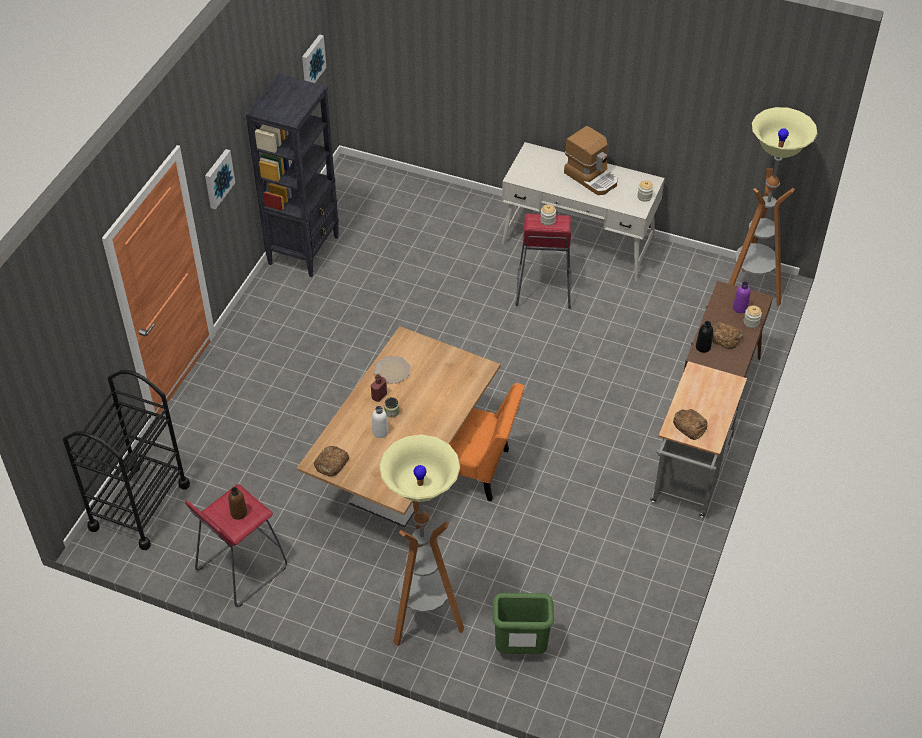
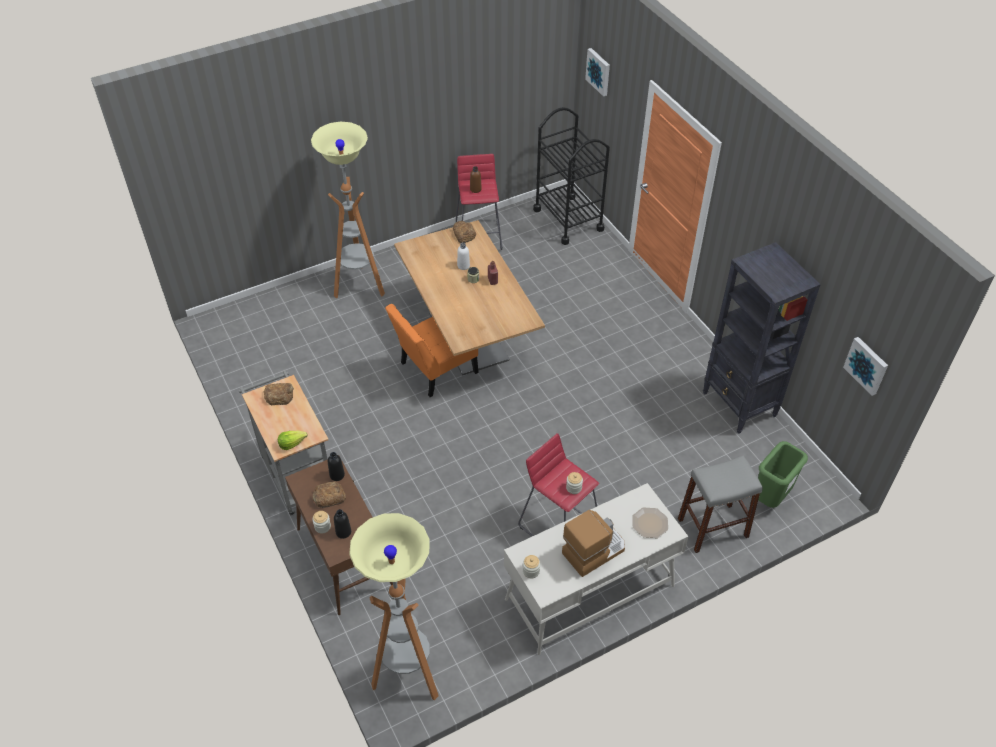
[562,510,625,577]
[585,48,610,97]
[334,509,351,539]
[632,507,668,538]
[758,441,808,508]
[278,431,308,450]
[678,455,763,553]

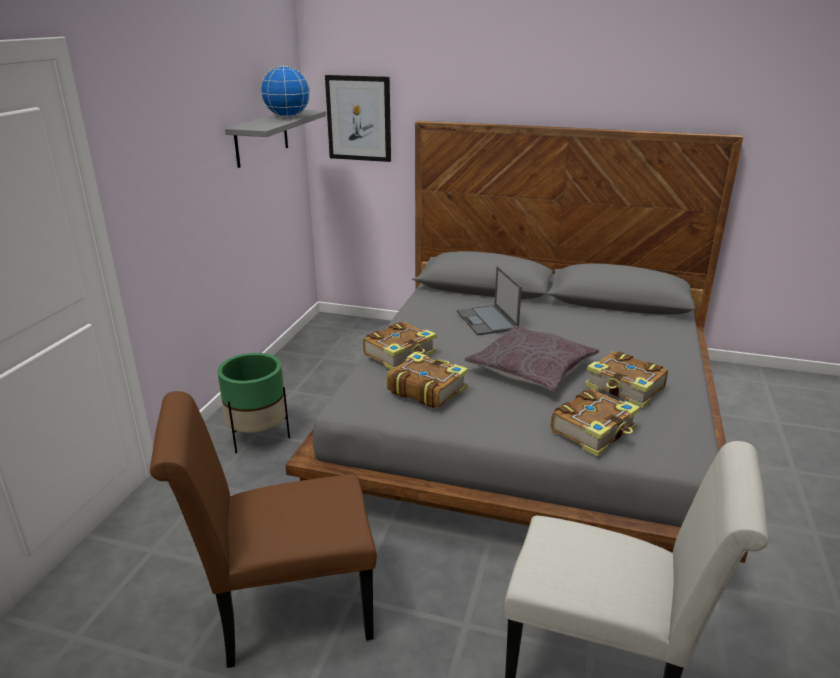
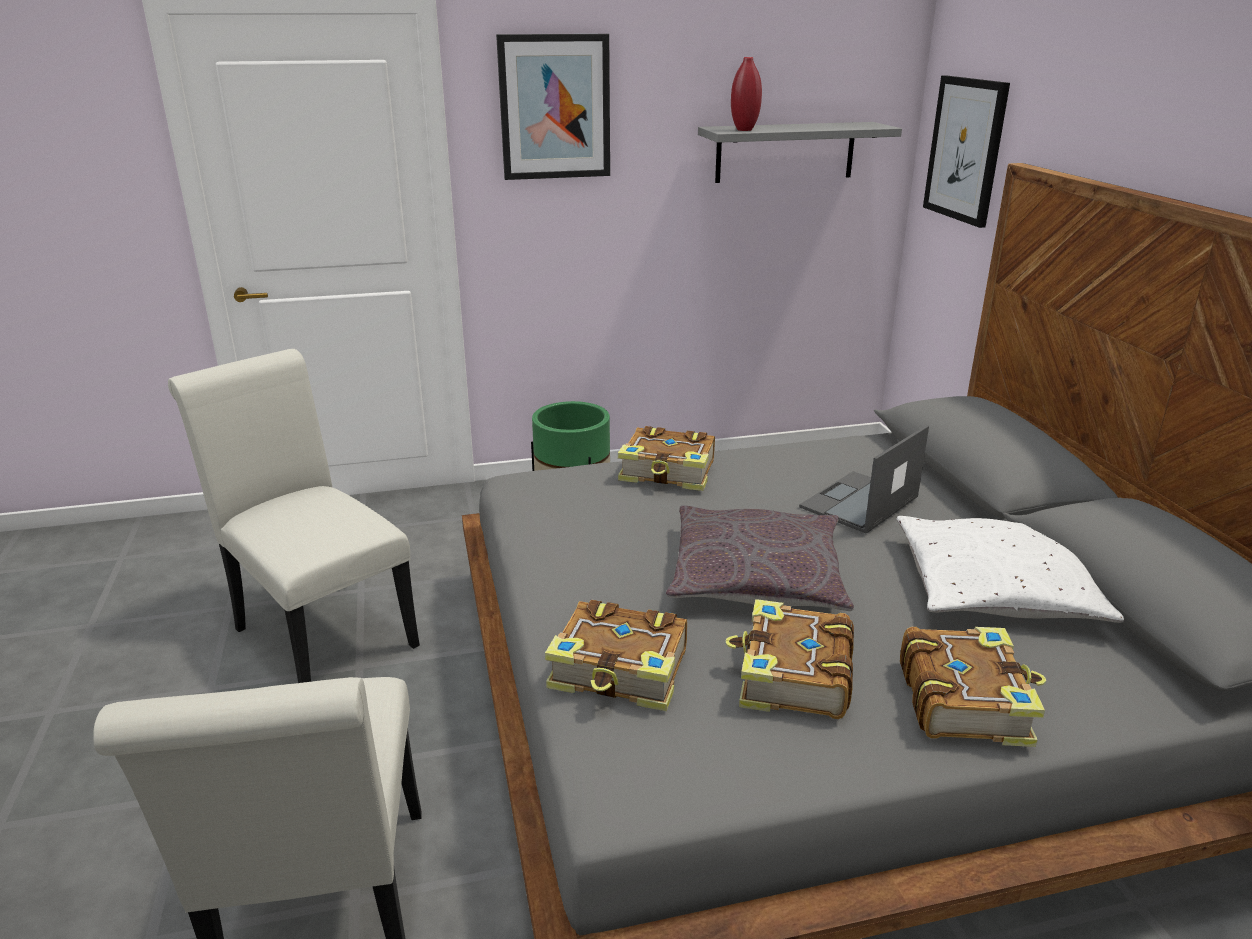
[261,66,310,117] (first image)
[900,627,1046,747]
[168,349,420,683]
[496,34,610,180]
[731,57,762,131]
[897,516,1124,623]

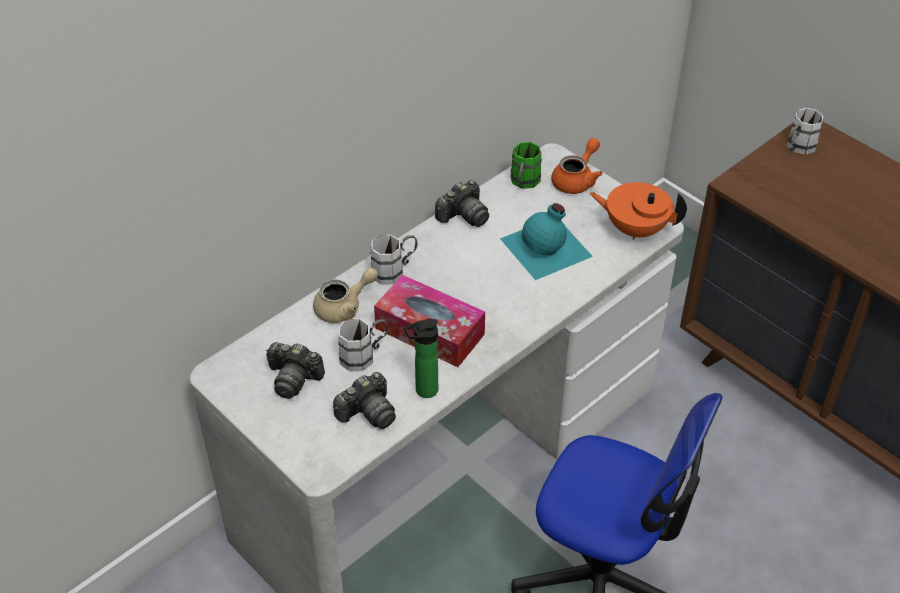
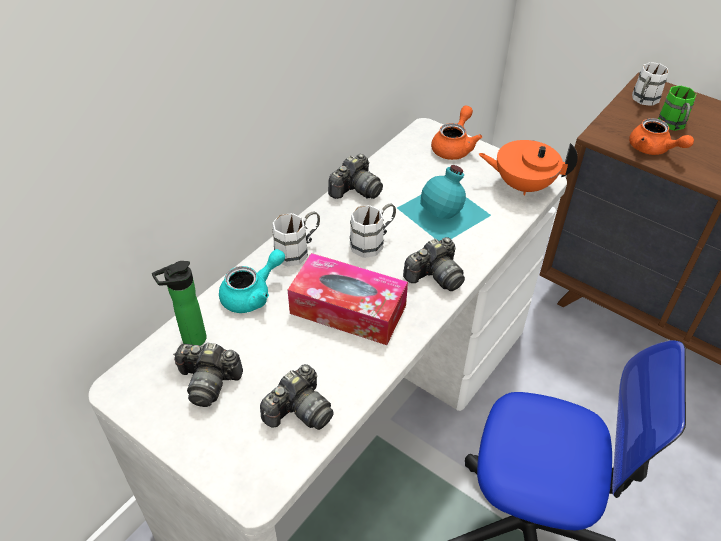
[658,85,697,131]
[219,249,285,313]
[152,261,207,346]
[350,203,396,258]
[629,118,694,155]
[403,237,465,291]

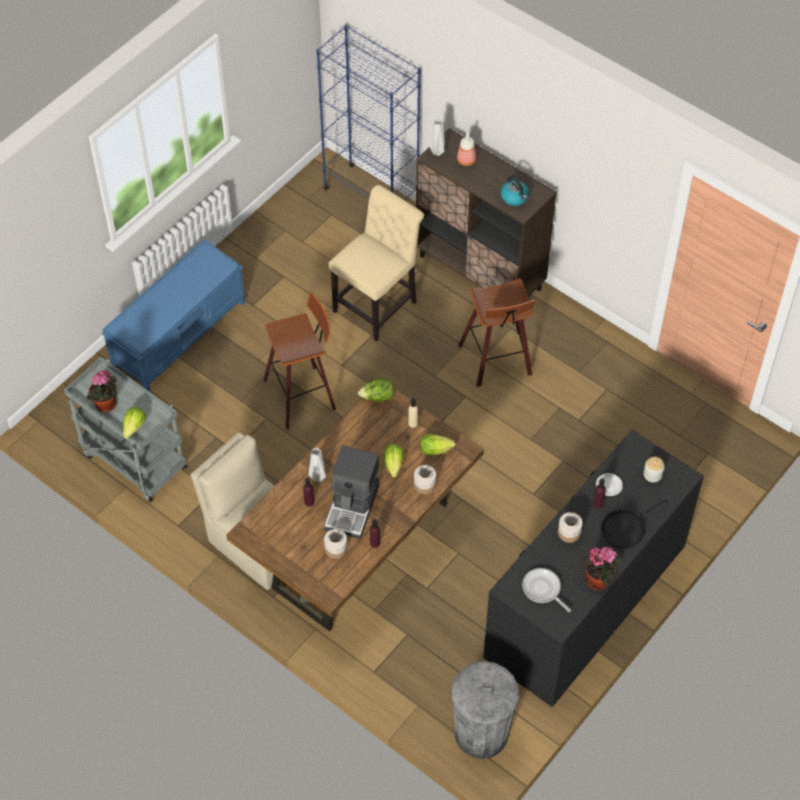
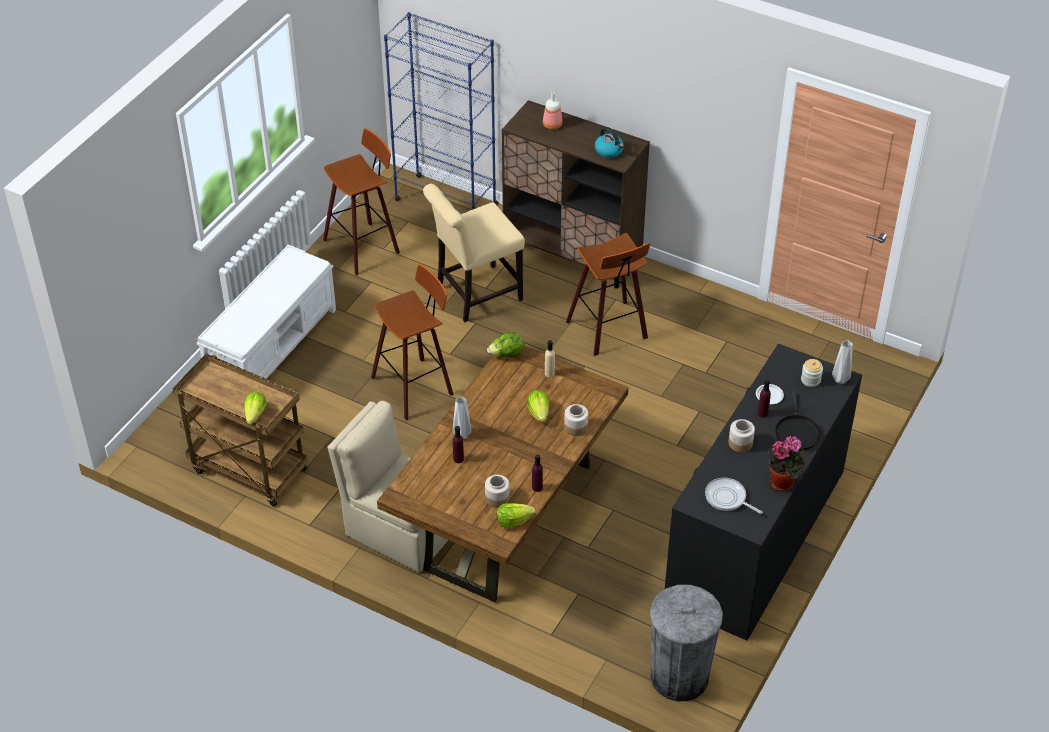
[832,340,853,384]
[423,184,525,322]
[197,245,336,379]
[173,354,308,507]
[86,370,117,412] (first image)
[497,503,536,528]
[324,445,379,539] (first image)
[775,391,821,450]
[323,128,400,276]

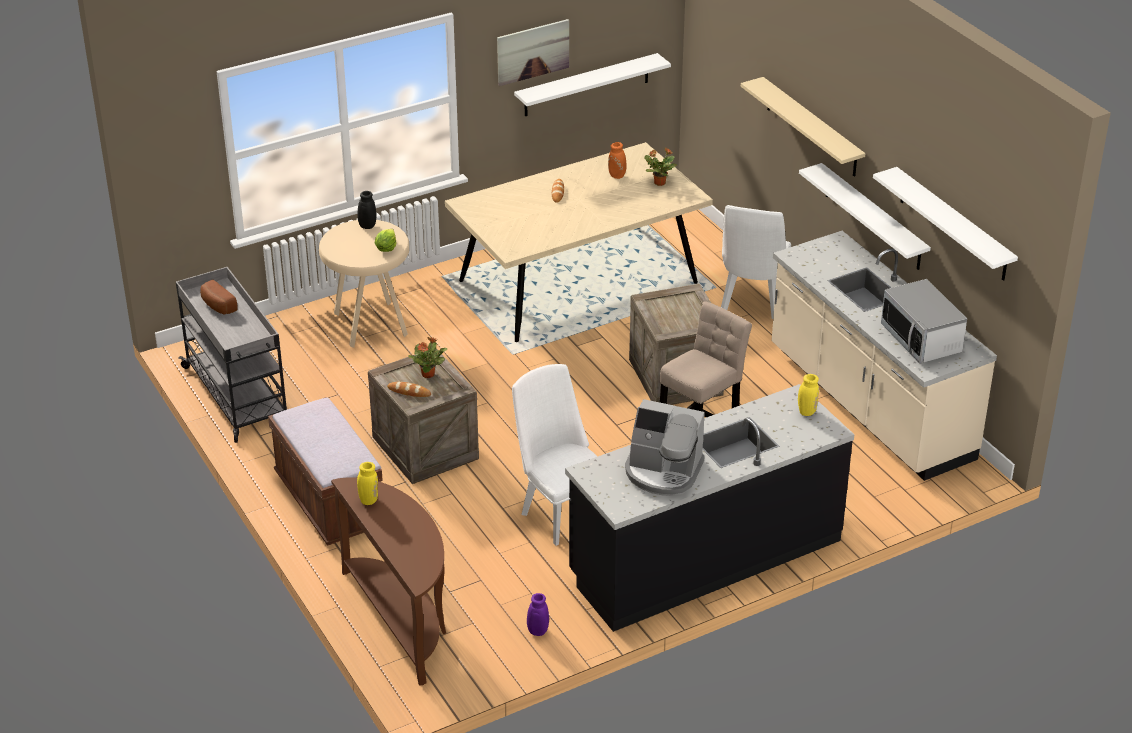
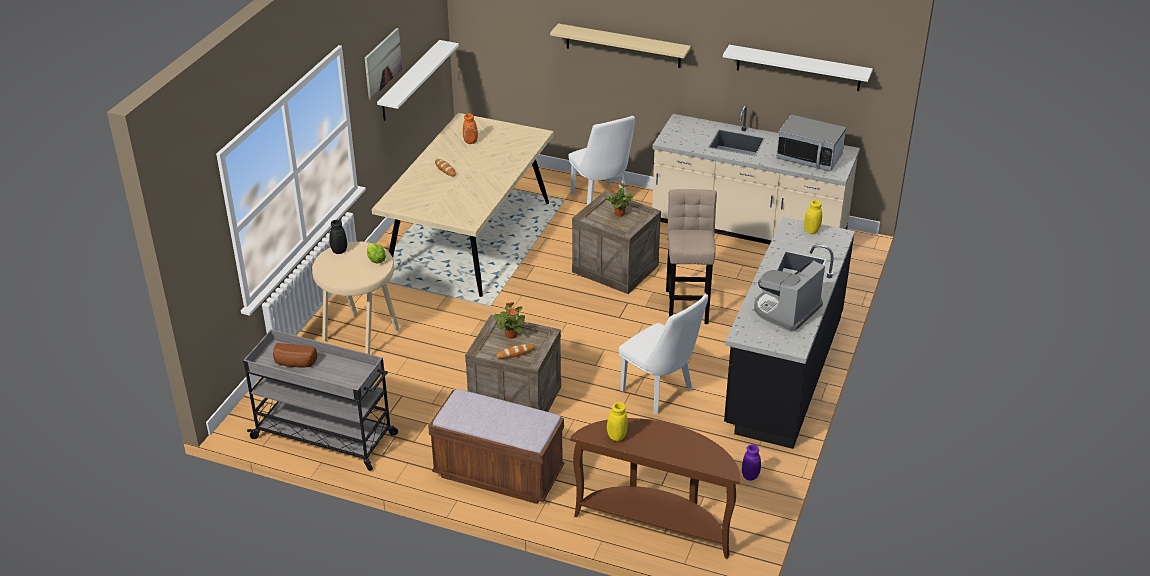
[604,183,635,217]
[799,163,931,270] (first image)
[619,294,708,414]
[754,260,825,332]

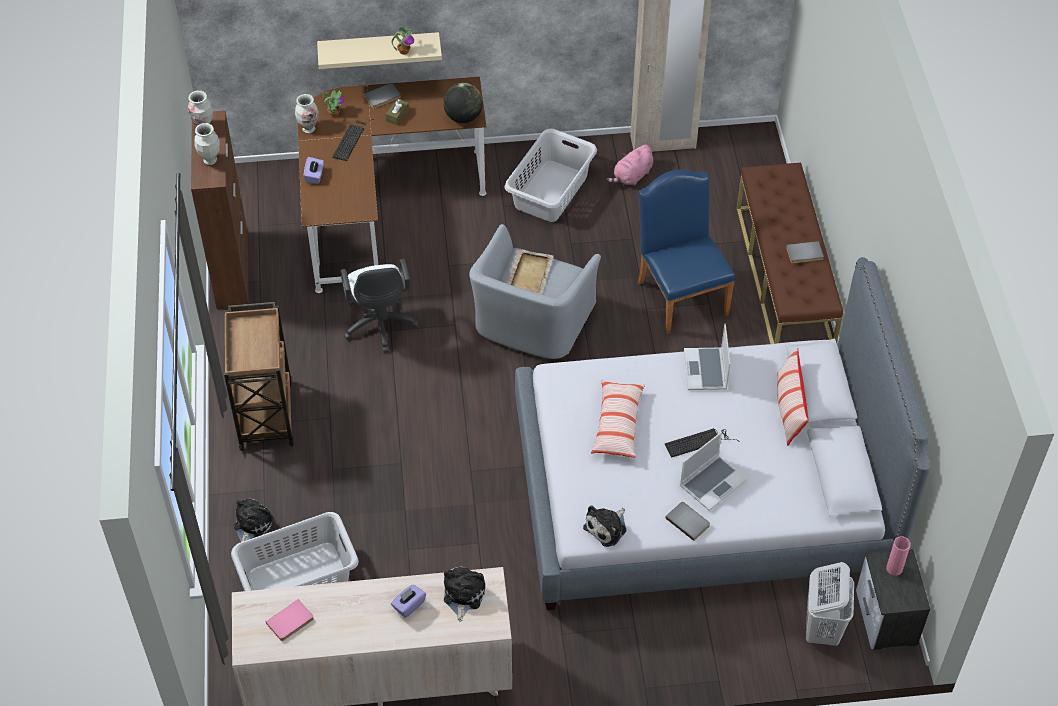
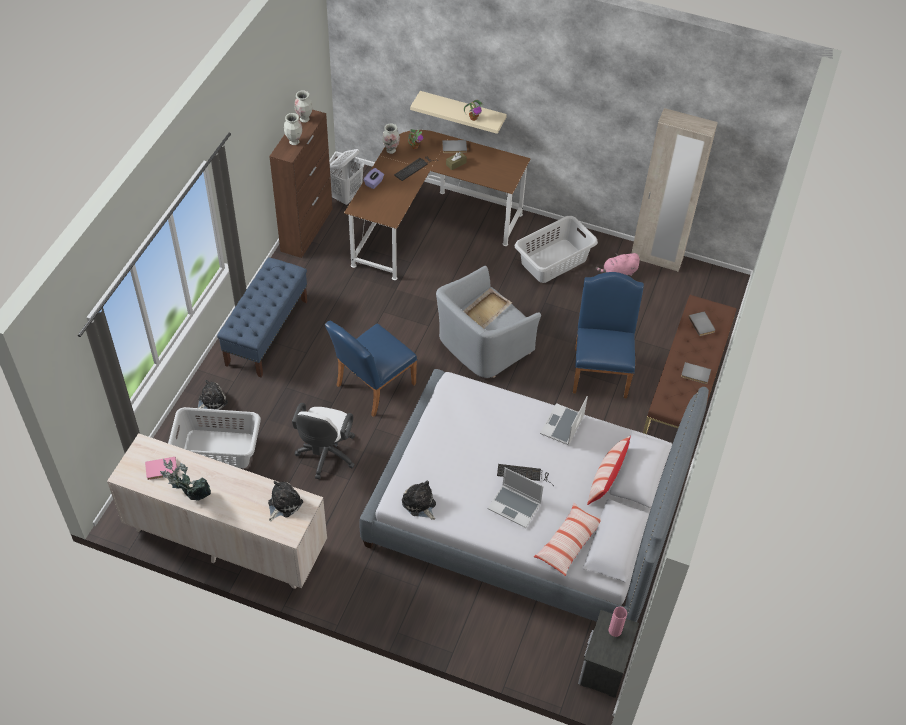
[443,83,483,123] (first image)
[292,403,355,479]
[217,258,308,377]
[534,503,601,576]
[487,467,543,528]
[688,312,715,336]
[402,481,436,520]
[330,149,364,205]
[391,584,426,618] (first image)
[325,321,417,417]
[160,459,211,501]

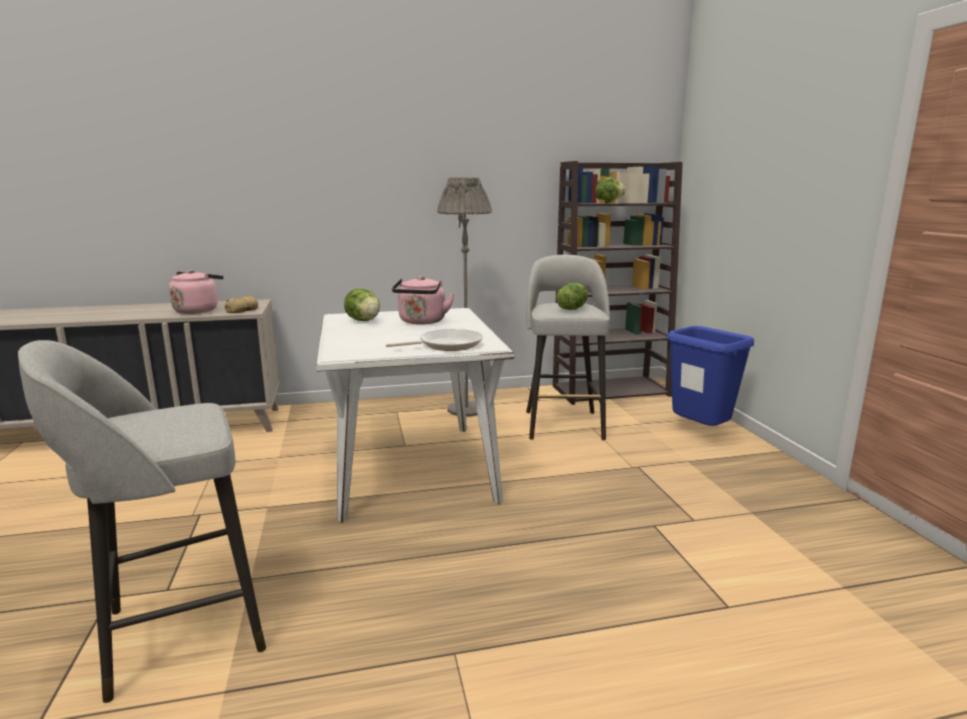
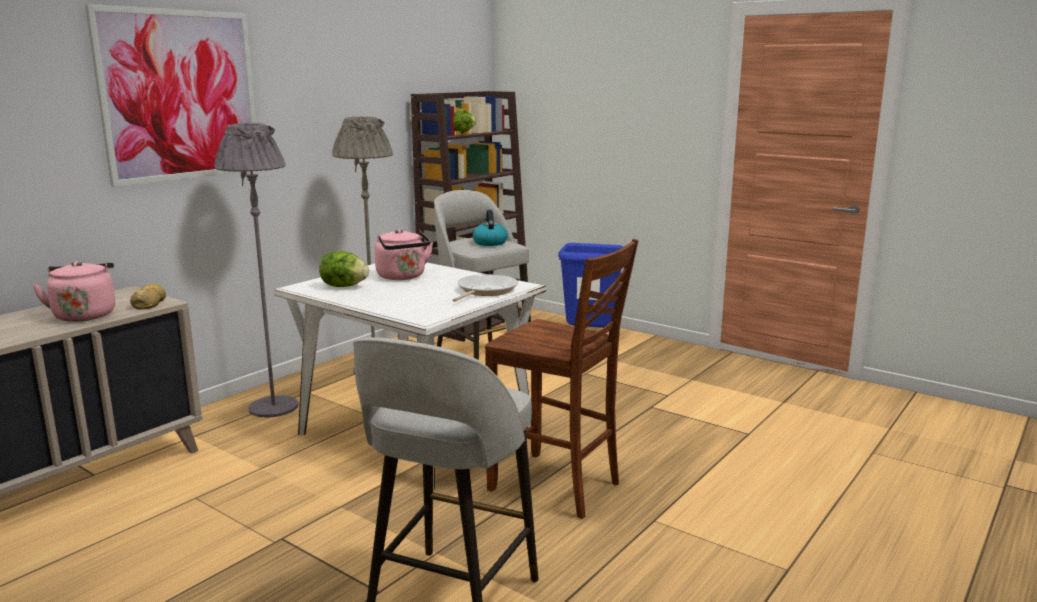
[473,210,508,246]
[85,4,256,187]
[214,123,298,418]
[485,239,639,519]

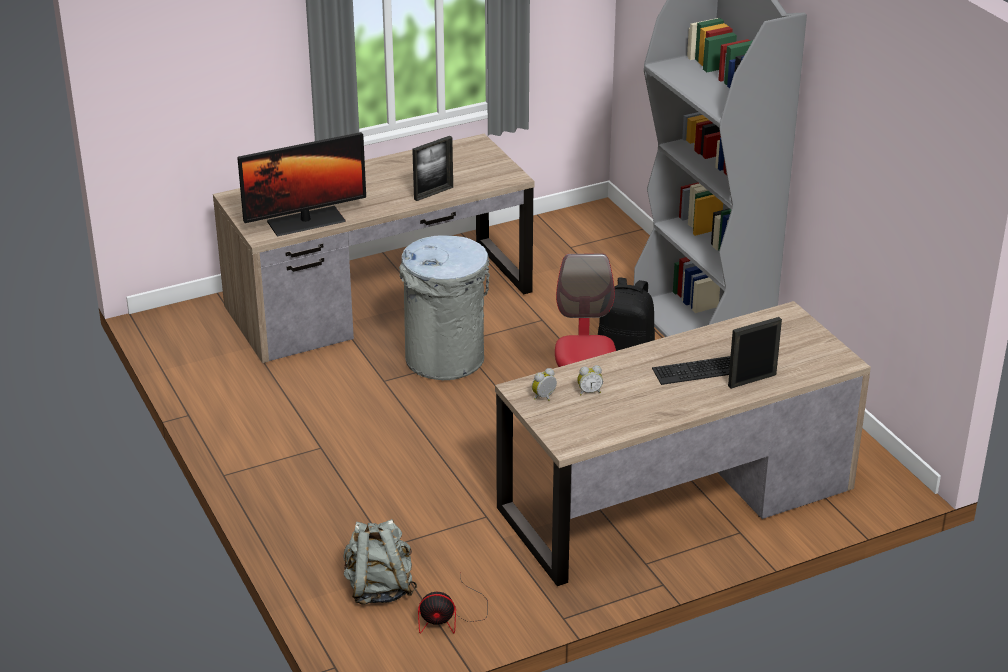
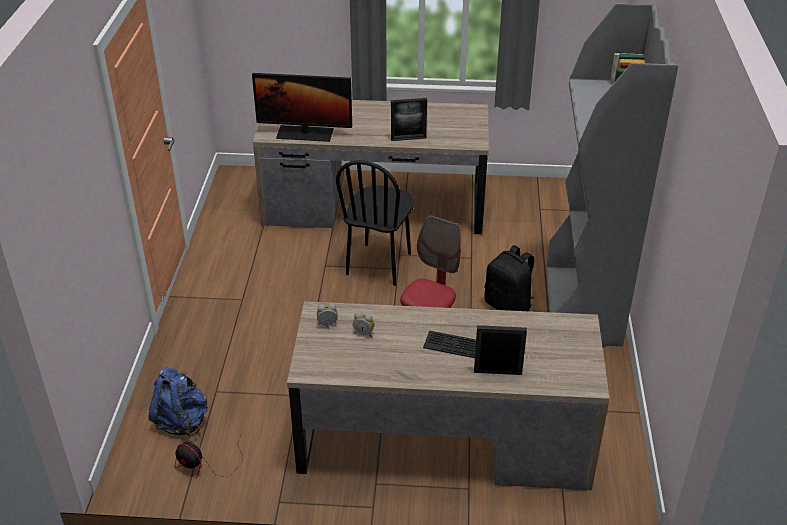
[336,160,415,286]
[149,368,208,436]

